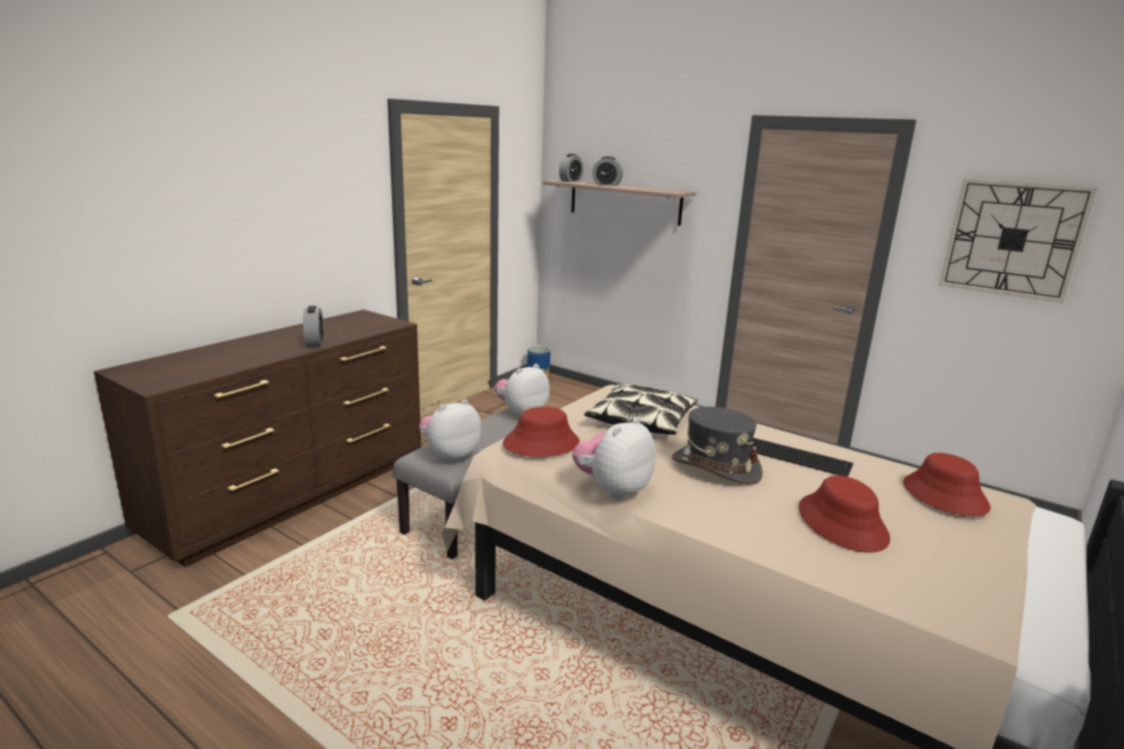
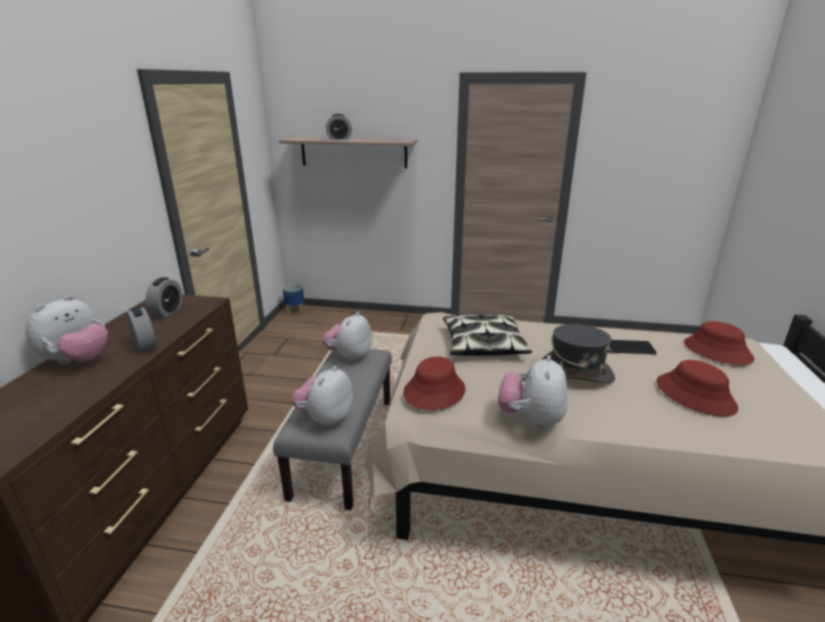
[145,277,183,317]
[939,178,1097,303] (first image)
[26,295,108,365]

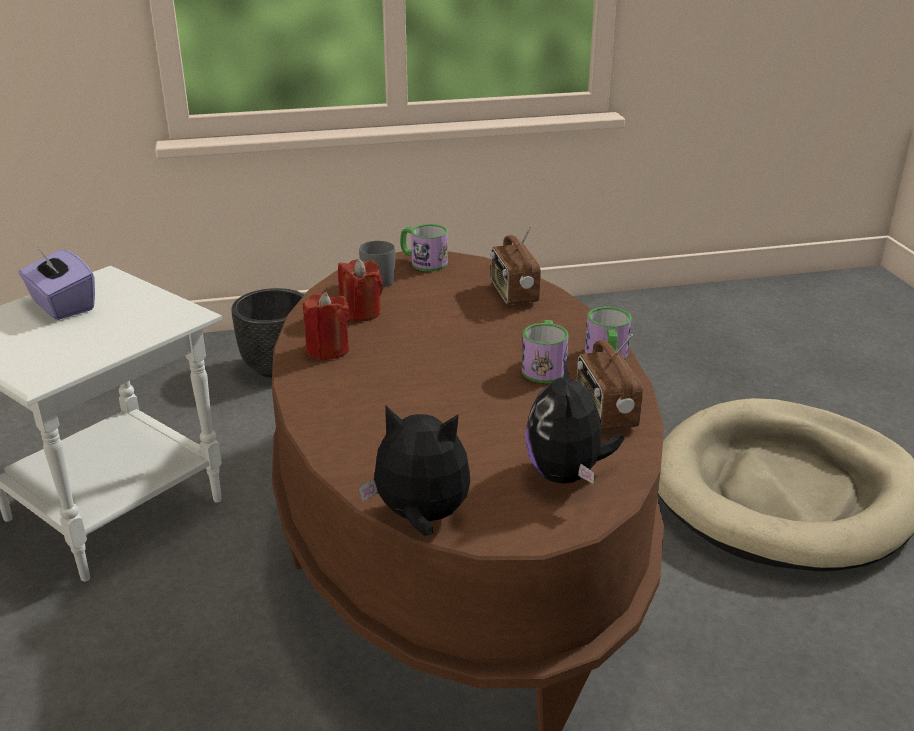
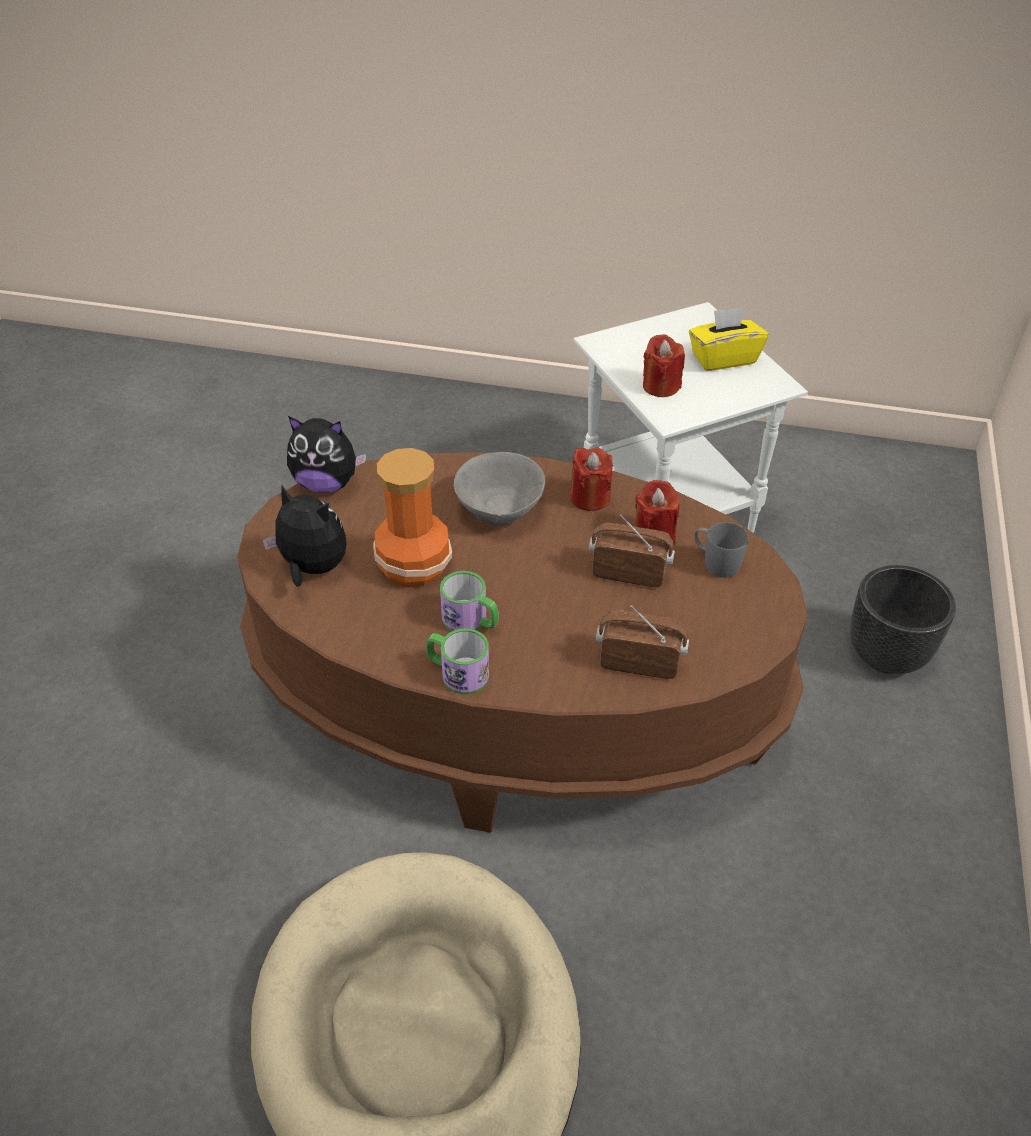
[400,224,448,271] (first image)
[689,307,768,371]
[589,515,675,588]
[287,416,366,493]
[643,334,685,397]
[373,448,452,587]
[454,452,545,526]

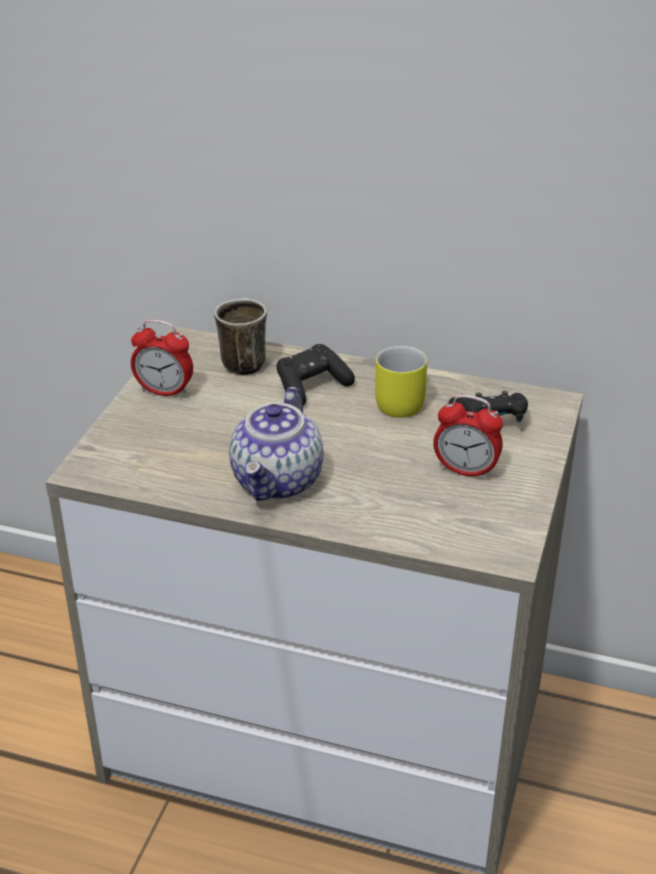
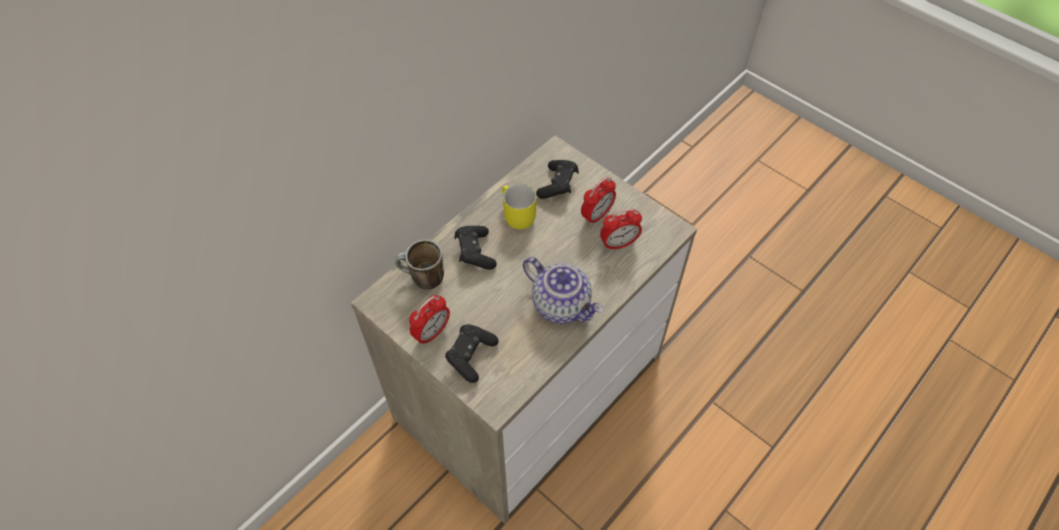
[600,208,642,251]
[445,324,498,383]

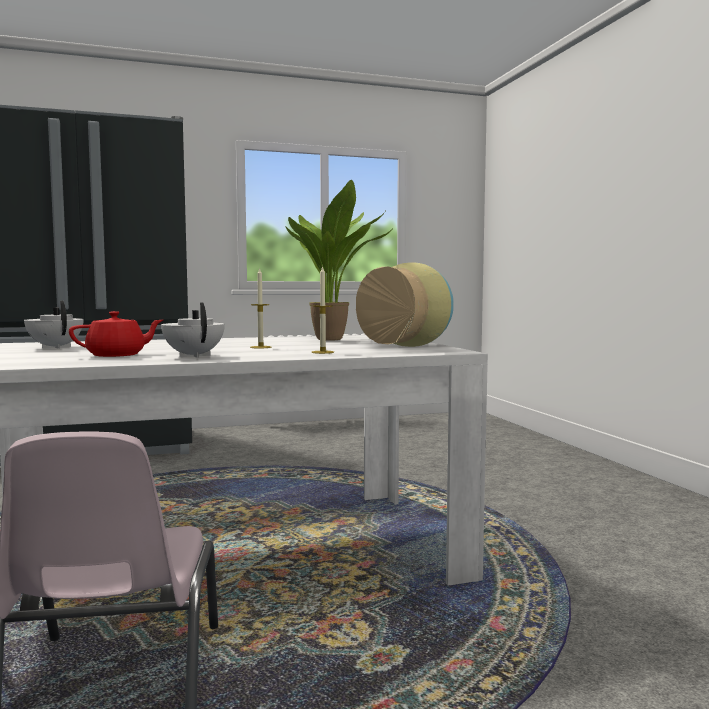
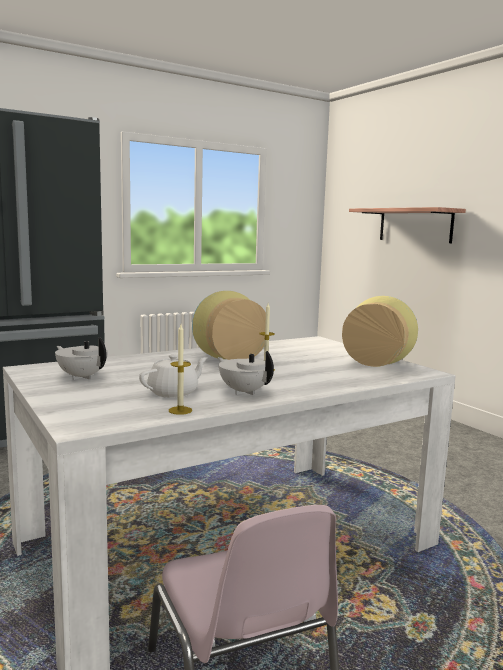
[285,180,392,341] (first image)
[169,325,192,415]
[139,354,208,398]
[349,207,466,243]
[192,291,266,360]

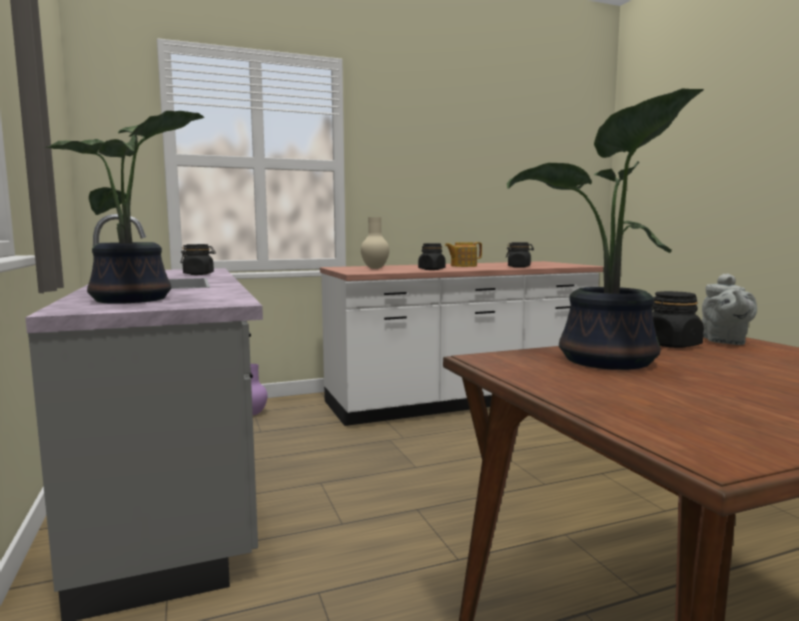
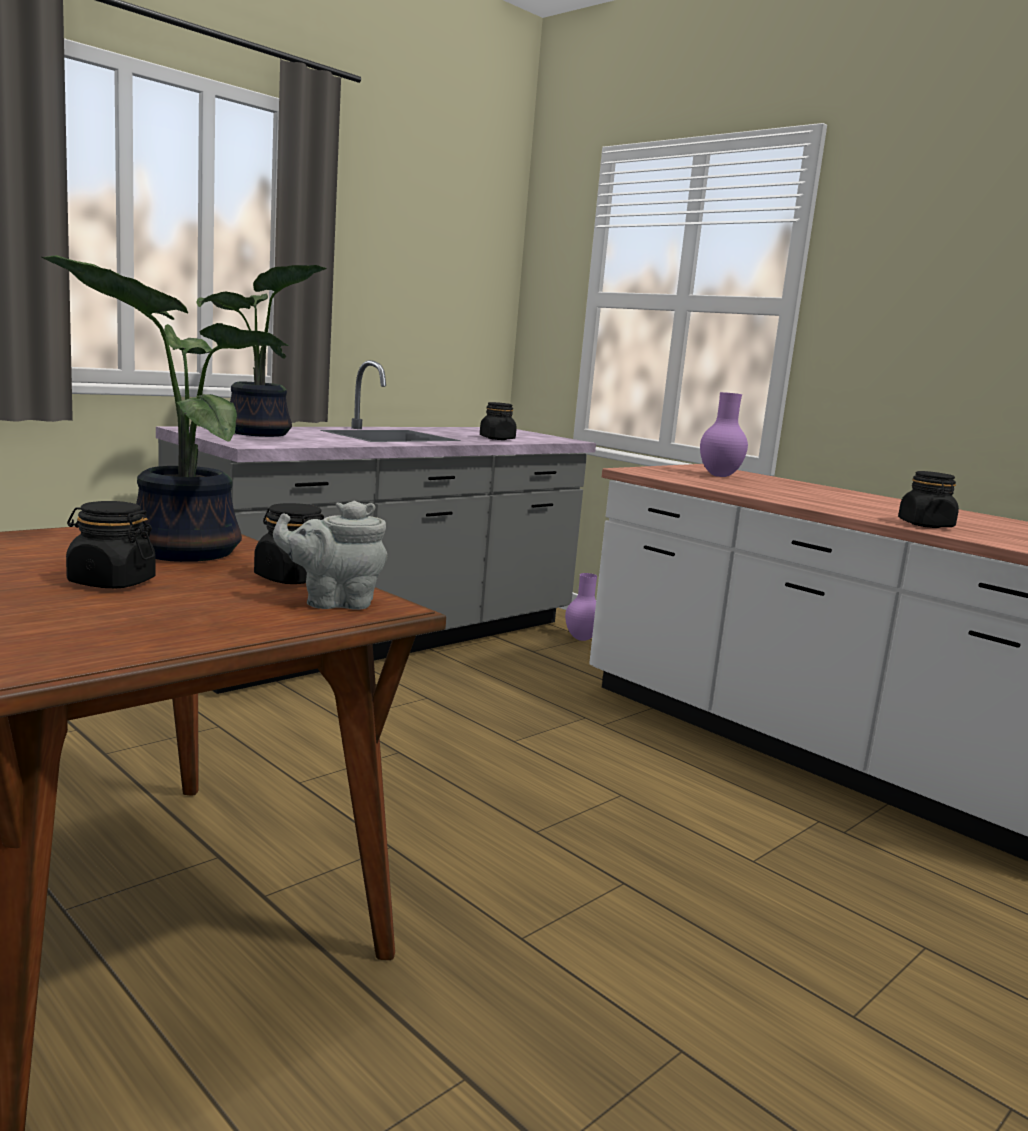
[700,392,748,477]
[445,242,482,267] (first image)
[66,501,156,588]

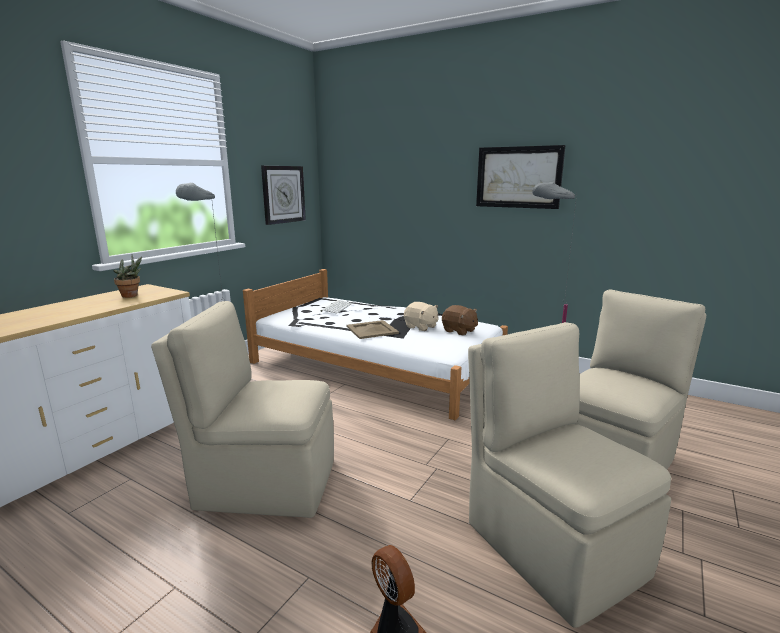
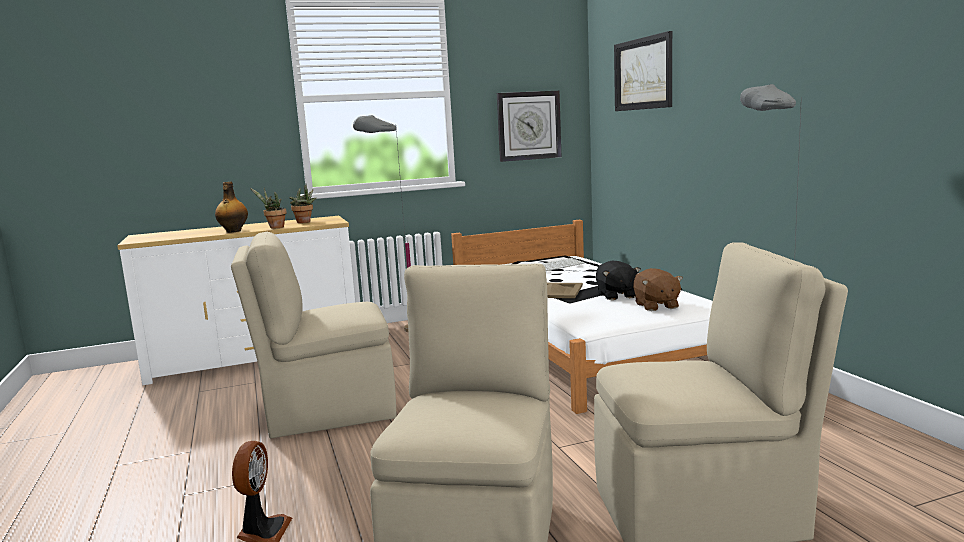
[614,31,672,111]
[231,232,396,438]
[596,260,641,300]
[215,182,248,233]
[250,188,287,229]

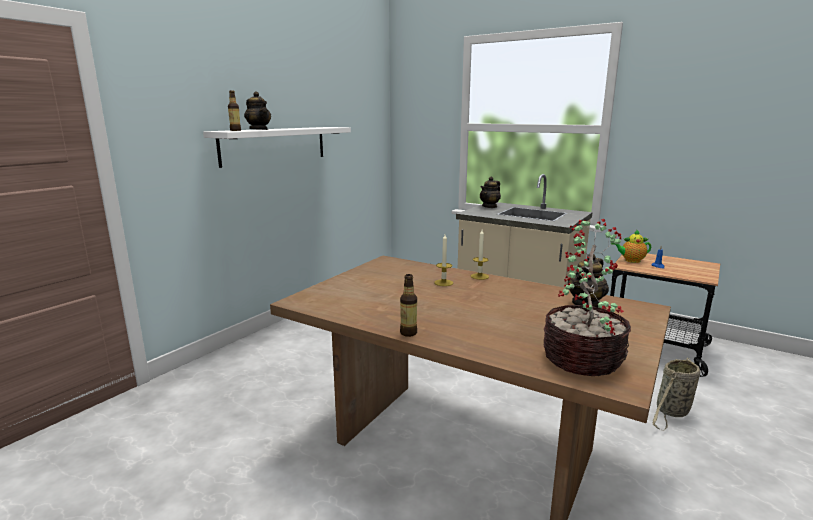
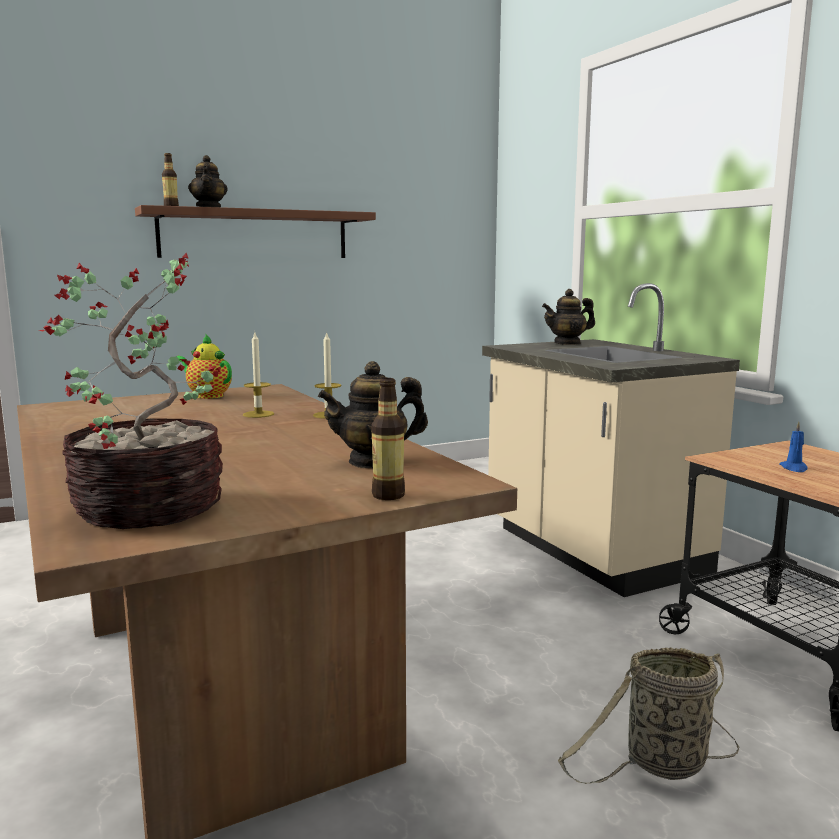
[135,205,376,258]
[176,333,232,399]
[371,378,405,500]

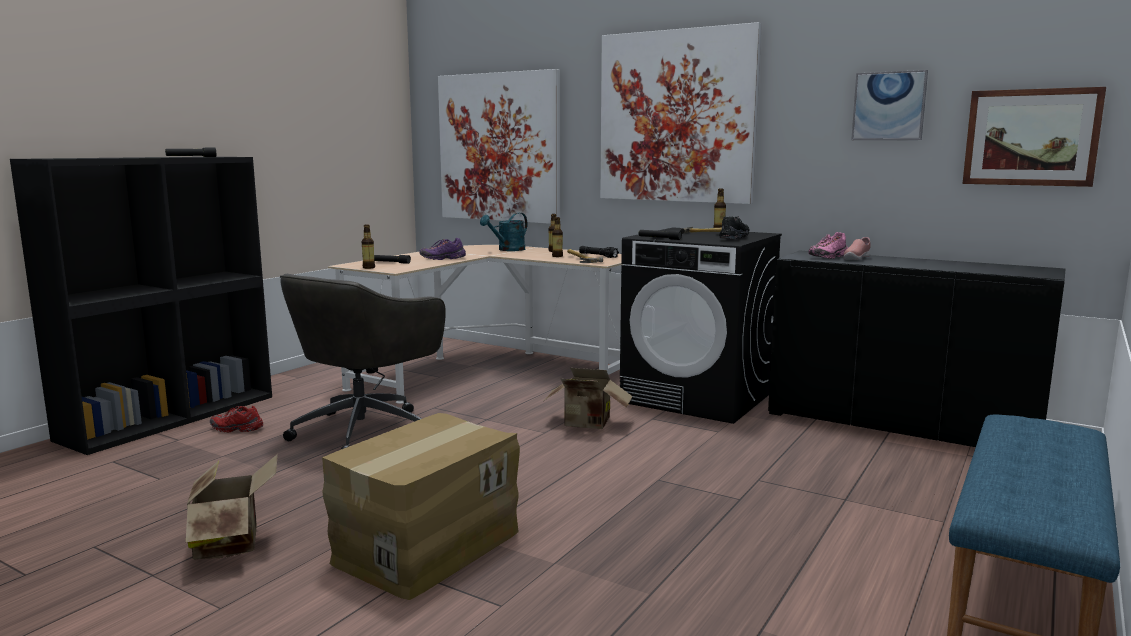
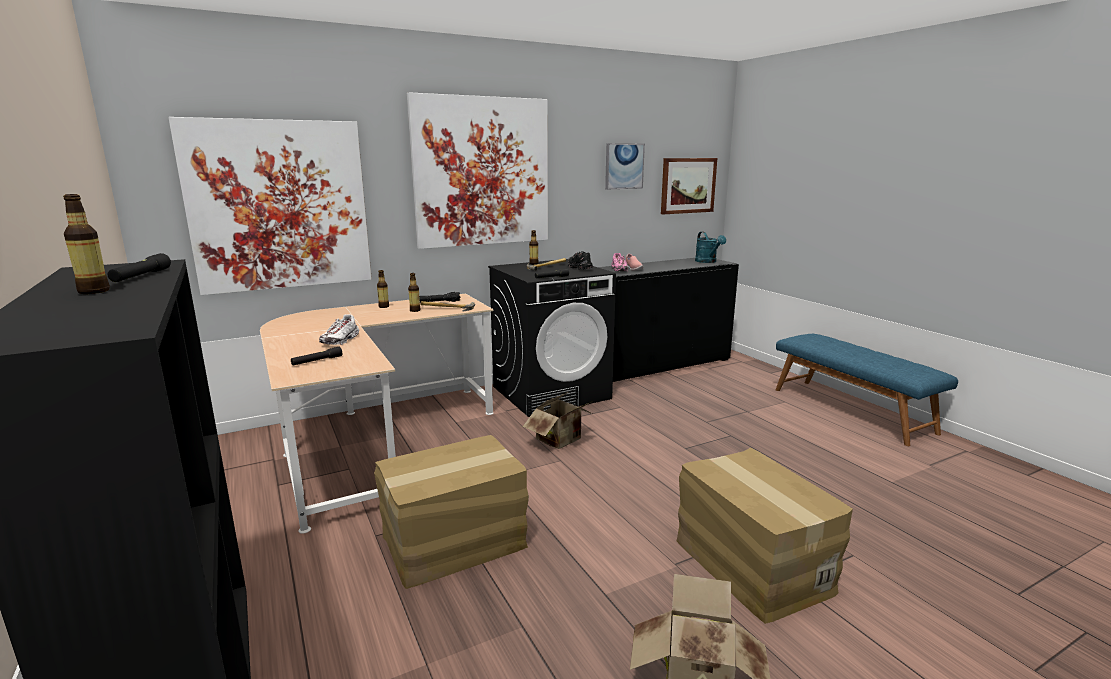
[695,232,726,263]
[63,194,110,294]
[319,314,359,345]
[374,435,529,589]
[210,406,263,432] (first image)

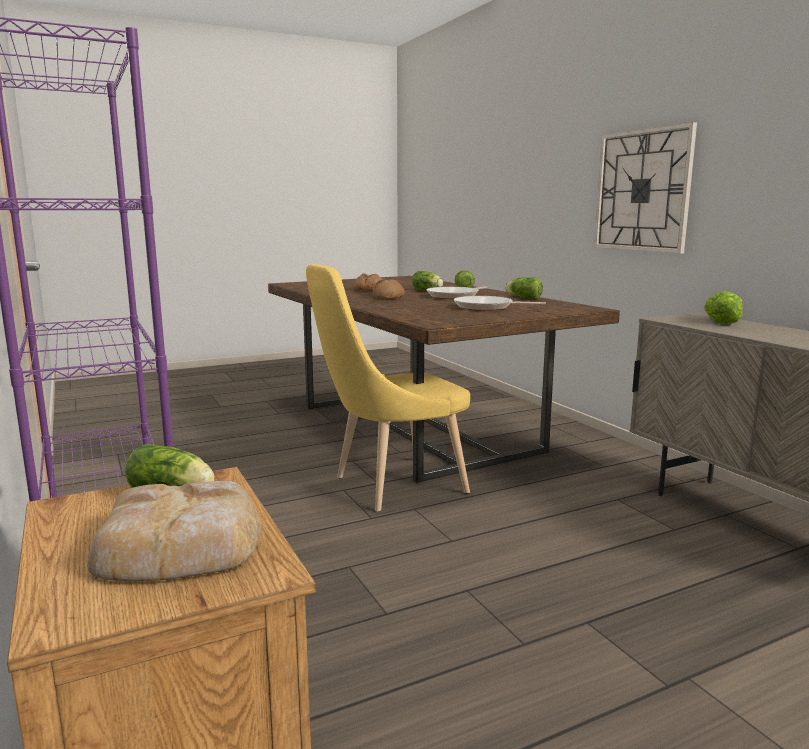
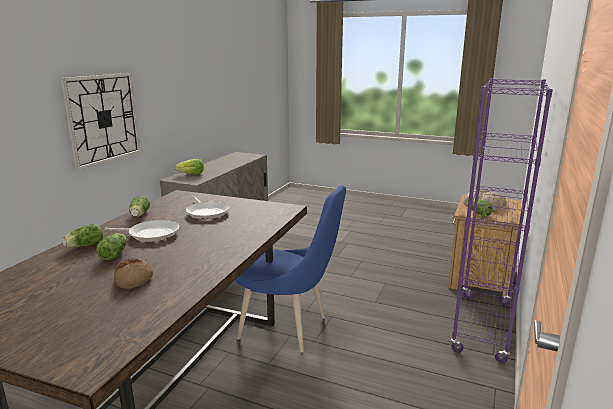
[235,185,346,352]
[373,279,405,299] (first image)

